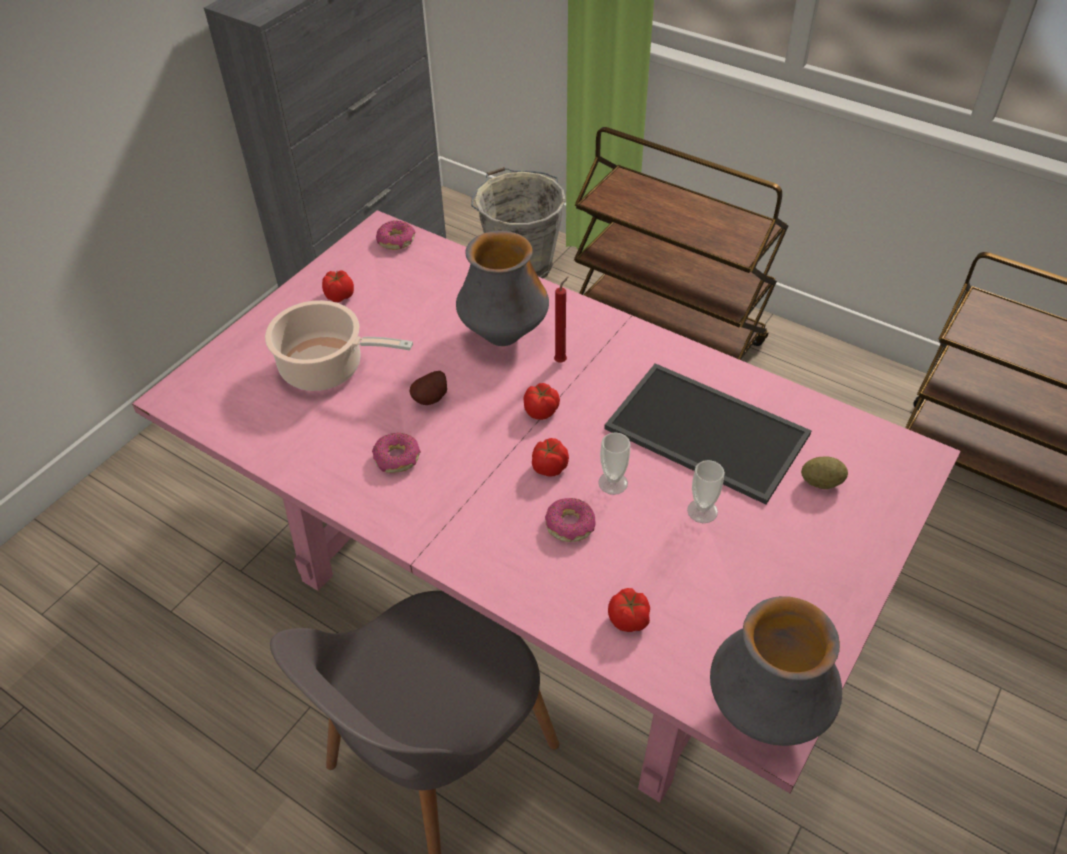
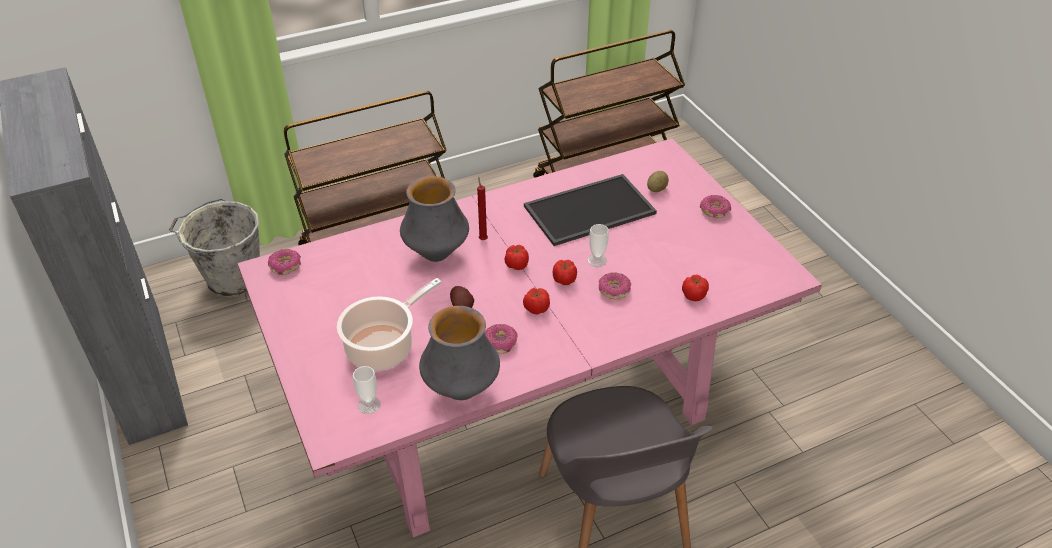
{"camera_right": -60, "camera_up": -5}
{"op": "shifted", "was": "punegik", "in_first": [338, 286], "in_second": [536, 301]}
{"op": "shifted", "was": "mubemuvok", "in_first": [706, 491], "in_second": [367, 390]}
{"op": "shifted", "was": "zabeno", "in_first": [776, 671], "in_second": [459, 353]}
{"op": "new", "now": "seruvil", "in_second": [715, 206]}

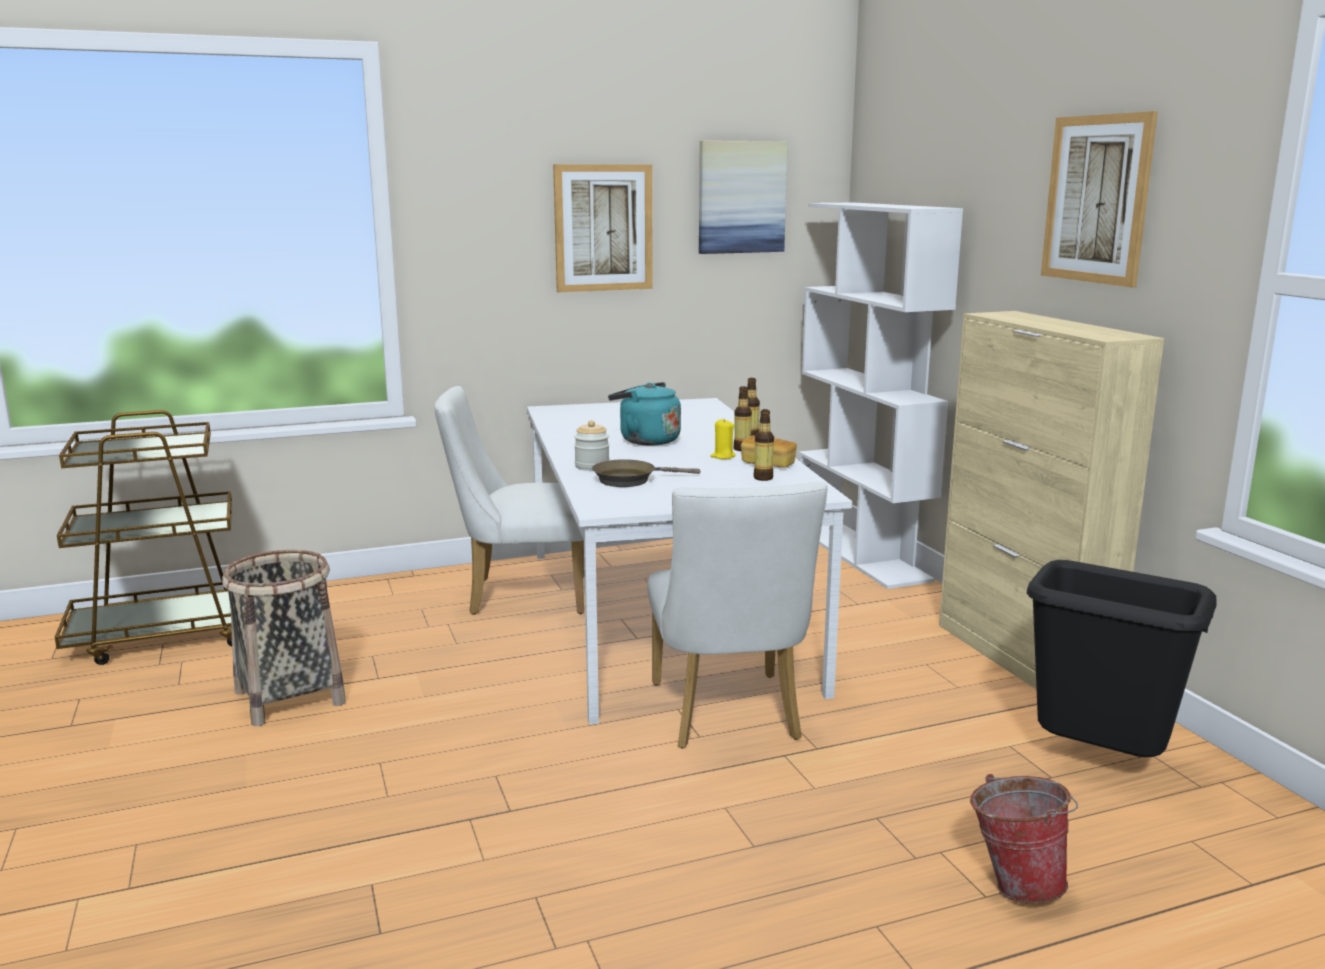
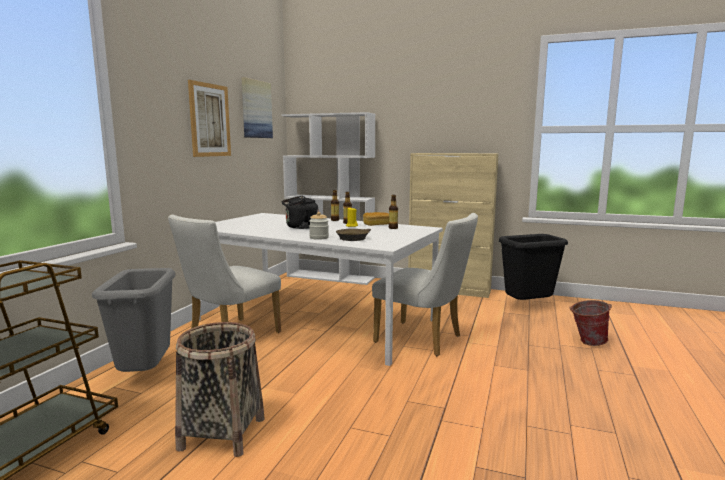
{"camera_right": -50, "camera_up": -5}
{"op": "repainted", "was": "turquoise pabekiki", "now": "black pabekiki", "in_first": [644, 413], "in_second": [299, 212]}
{"op": "gone", "was": "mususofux", "in_first": [1099, 199]}
{"op": "new", "now": "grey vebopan", "in_second": [134, 320]}

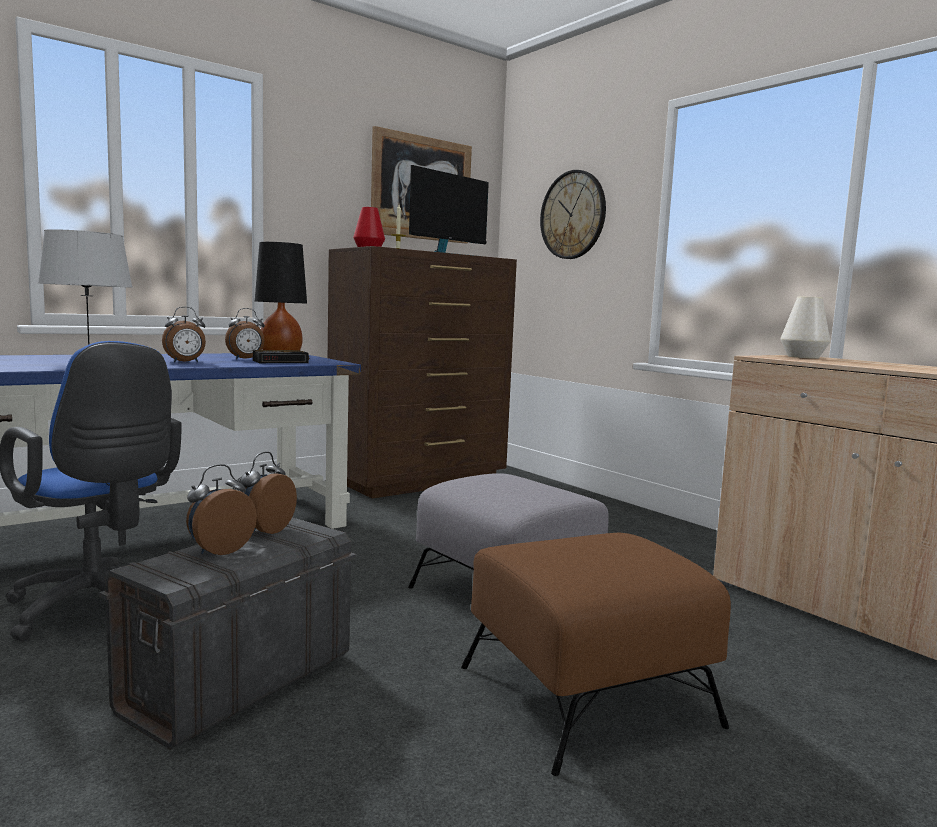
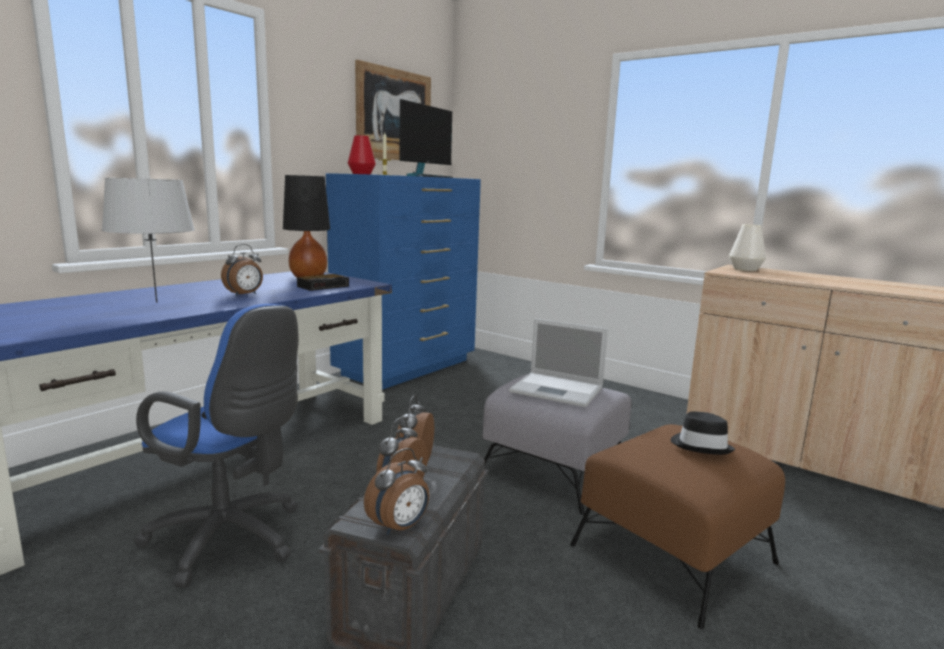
{"camera_right": -15, "camera_up": 5}
{"op": "shifted", "was": "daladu", "in_first": [245, 333], "in_second": [396, 491]}
{"op": "repainted", "was": "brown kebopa", "now": "blue kebopa", "in_first": [422, 372], "in_second": [403, 281]}
{"op": "gone", "was": "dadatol", "in_first": [573, 214]}
{"op": "new", "now": "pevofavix", "in_second": [558, 363]}
{"op": "new", "now": "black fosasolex", "in_second": [703, 433]}

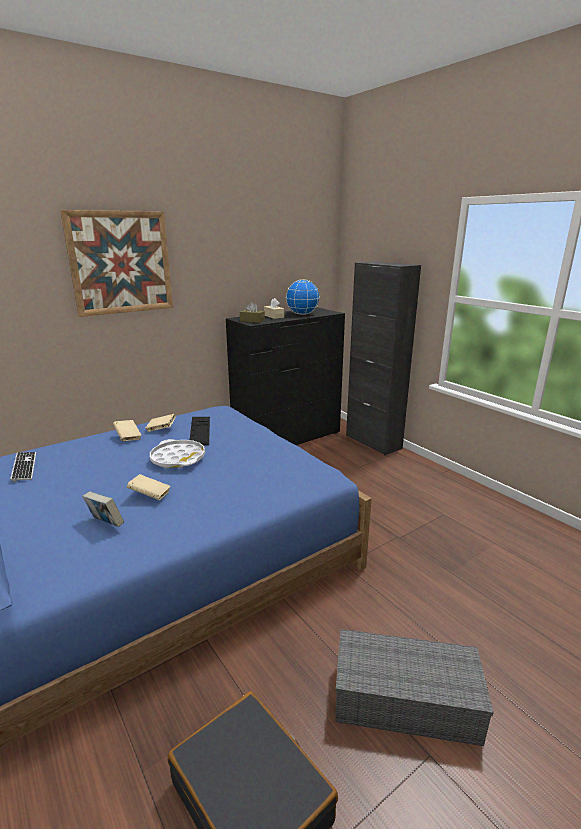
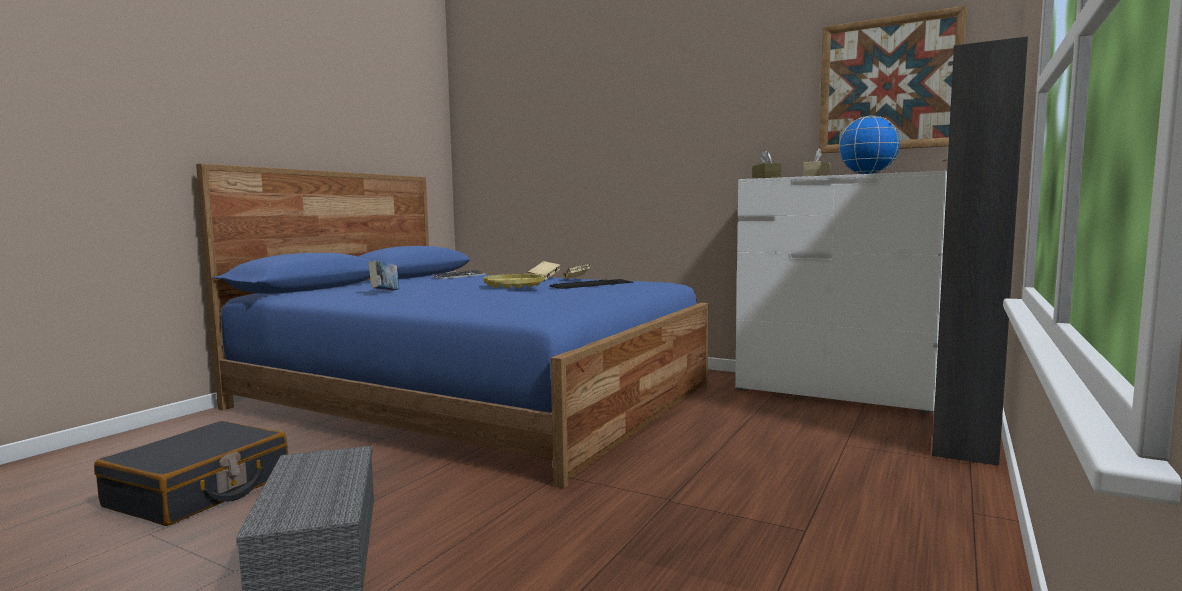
{"camera_right": 65, "camera_up": -15}
{"op": "shifted", "was": "mususofux", "in_first": [116, 263], "in_second": [893, 79]}
{"op": "gone", "was": "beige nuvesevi", "in_first": [149, 487]}
{"op": "repainted", "was": "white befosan", "now": "yellow befosan", "in_first": [177, 453], "in_second": [513, 281]}
{"op": "repainted", "was": "black kebopa", "now": "white kebopa", "in_first": [285, 376], "in_second": [841, 292]}

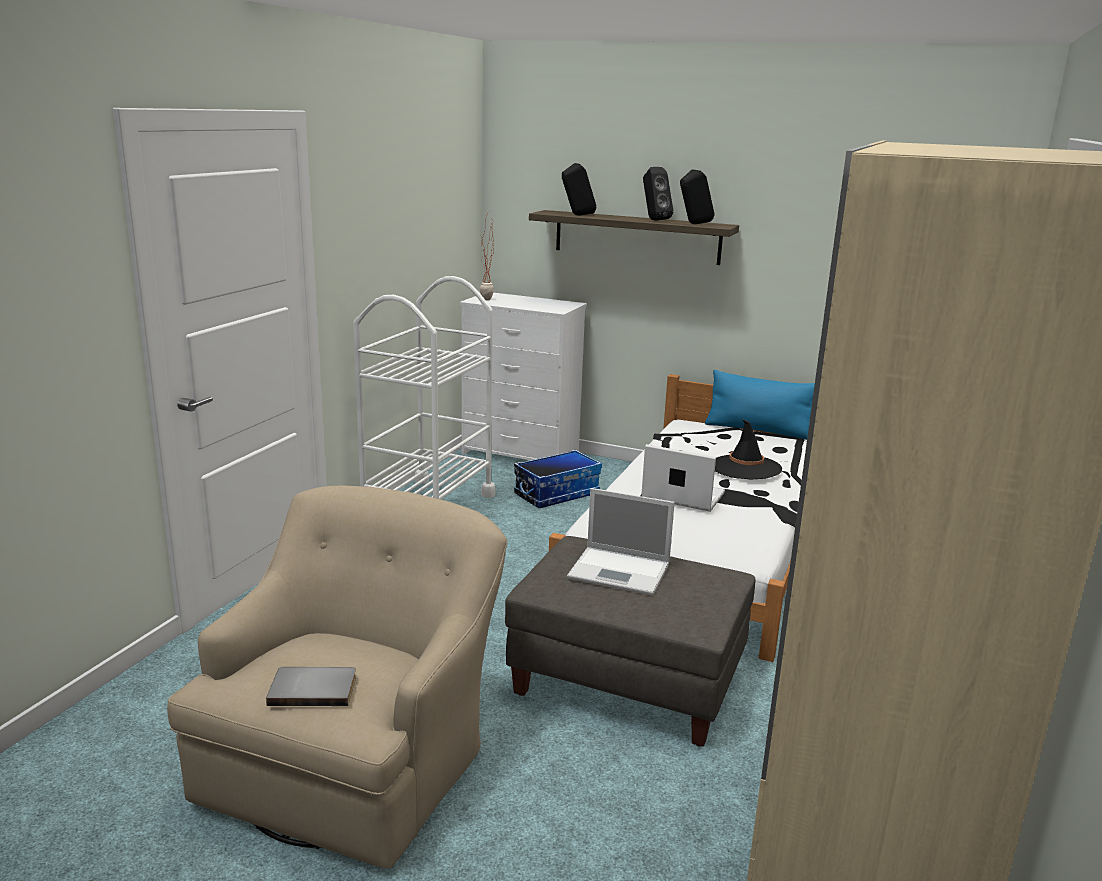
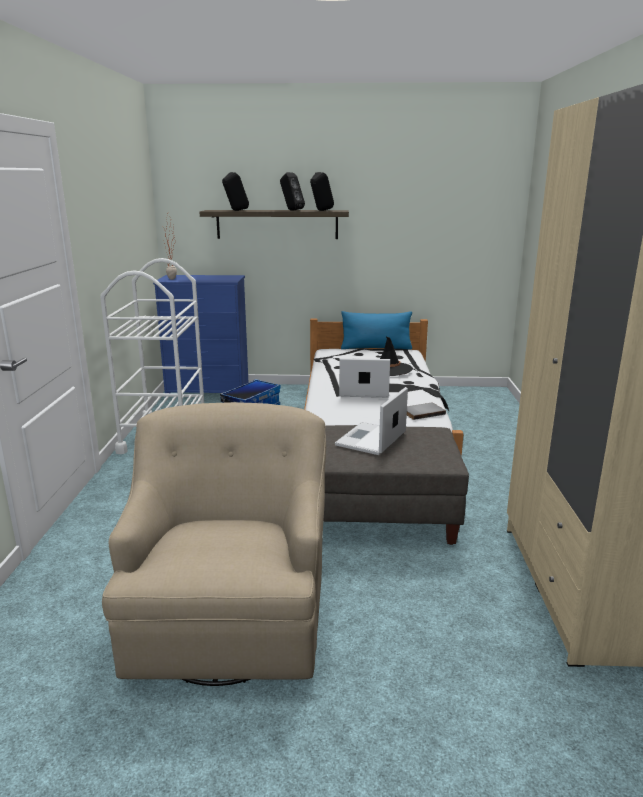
{"camera_right": -20, "camera_up": 0}
{"op": "shifted", "was": "grey nuvesevi", "in_first": [311, 686], "in_second": [426, 411]}
{"op": "repainted", "was": "white kebopa", "now": "blue kebopa", "in_first": [523, 376], "in_second": [201, 334]}
{"op": "rotated", "was": "pevofavix", "in_first": [621, 542], "in_second": [371, 421], "clockwise": 120}

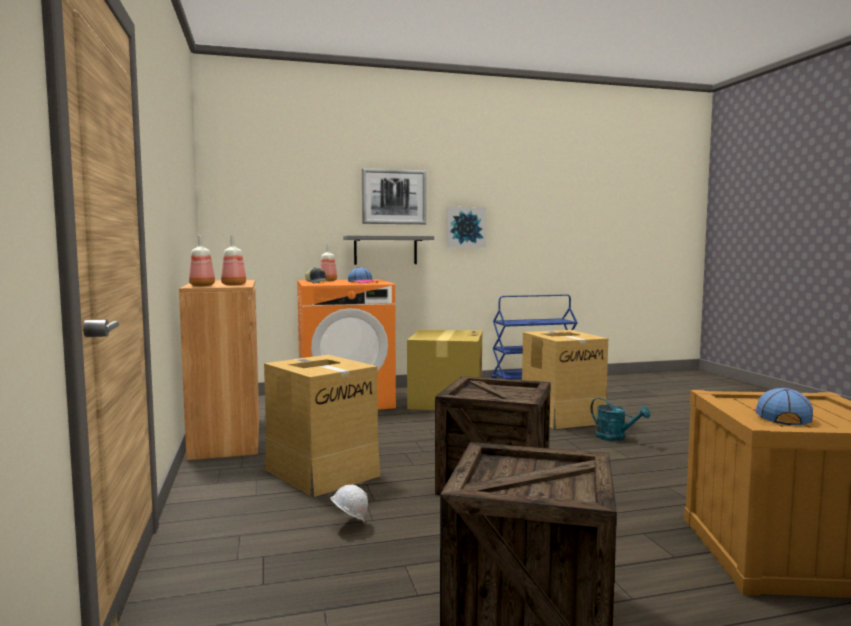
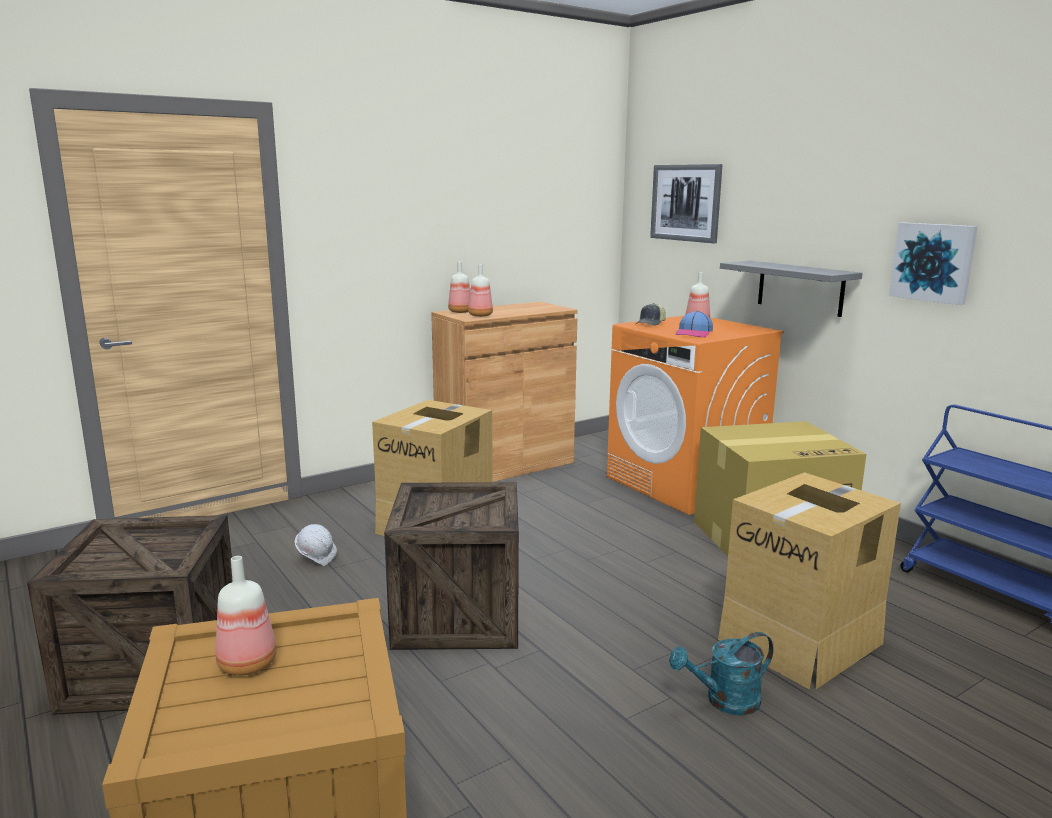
{"camera_right": 70, "camera_up": 10}
{"op": "shifted", "was": "mususofux", "in_first": [394, 196], "in_second": [686, 203]}
{"op": "rotated", "was": "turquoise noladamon", "in_first": [620, 419], "in_second": [721, 673], "clockwise": 45}
{"op": "swapped", "was": "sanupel", "now": "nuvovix", "in_first": [783, 406], "in_second": [246, 616]}

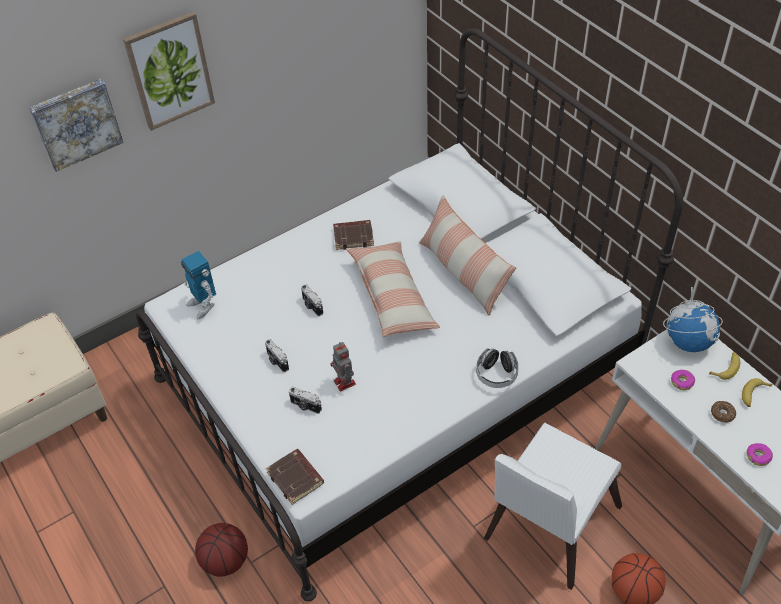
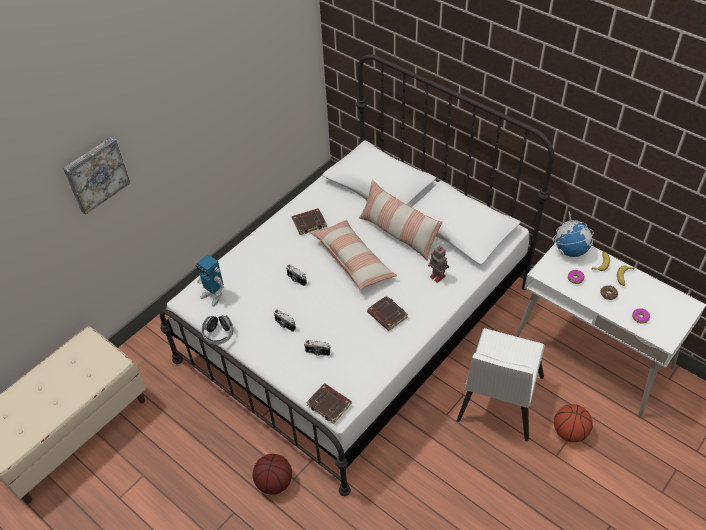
{"camera_right": -15, "camera_up": 0}
{"op": "gone", "was": "mususofux", "in_first": [169, 71]}
{"op": "shifted", "was": "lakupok", "in_first": [343, 366], "in_second": [438, 264]}
{"op": "shifted", "was": "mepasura", "in_first": [497, 368], "in_second": [218, 330]}
{"op": "new", "now": "brown nuvesevi", "in_second": [387, 313]}

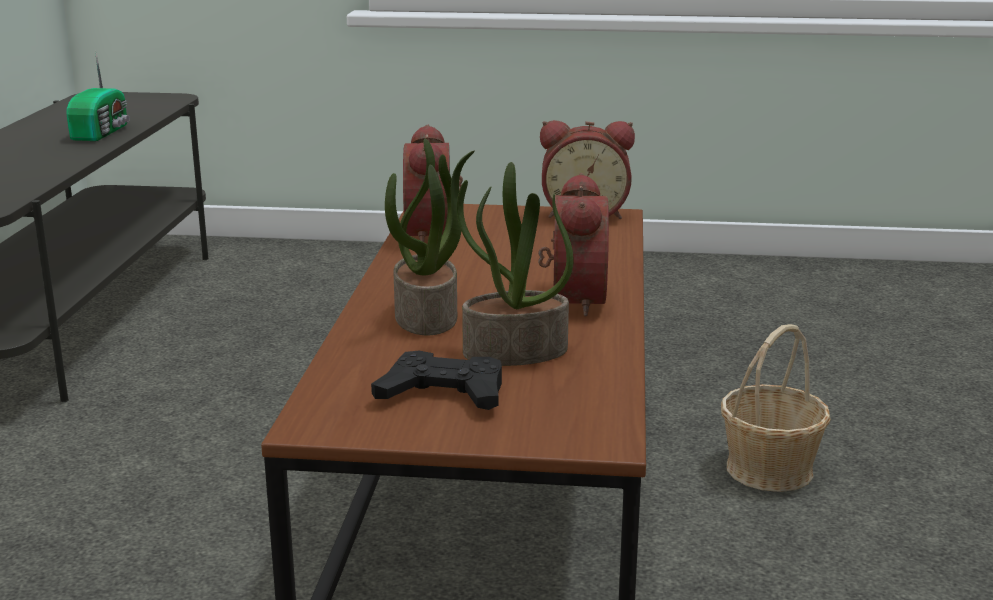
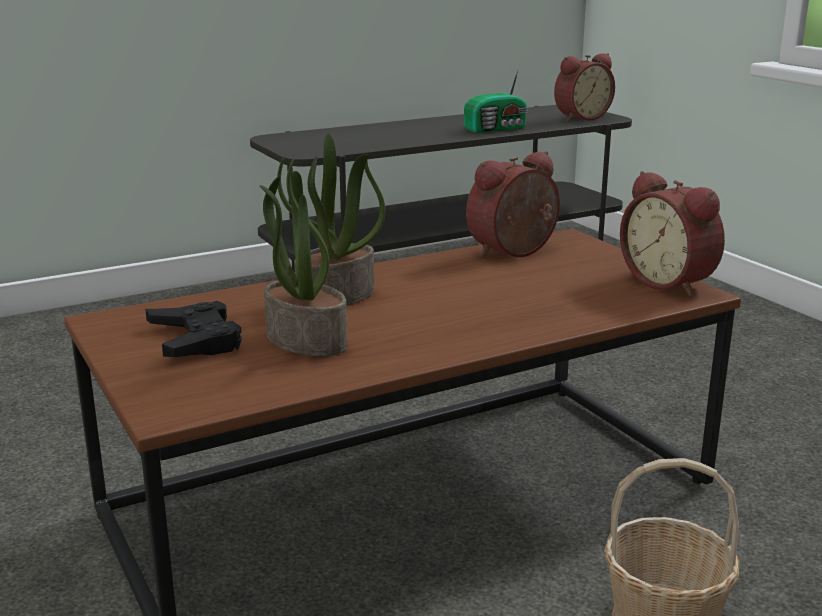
{"camera_right": 55, "camera_up": 0}
{"op": "shifted", "was": "daladu", "in_first": [573, 245], "in_second": [584, 87]}

